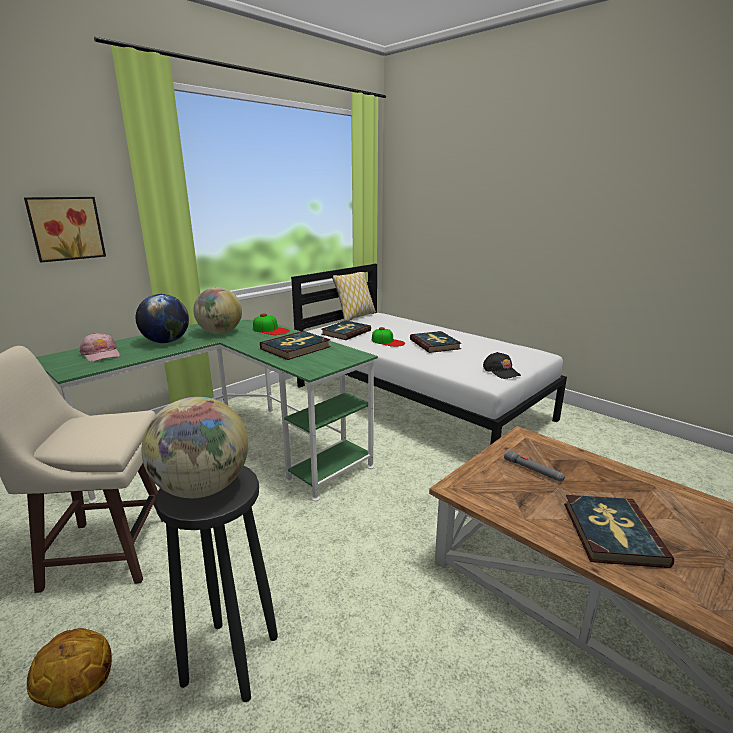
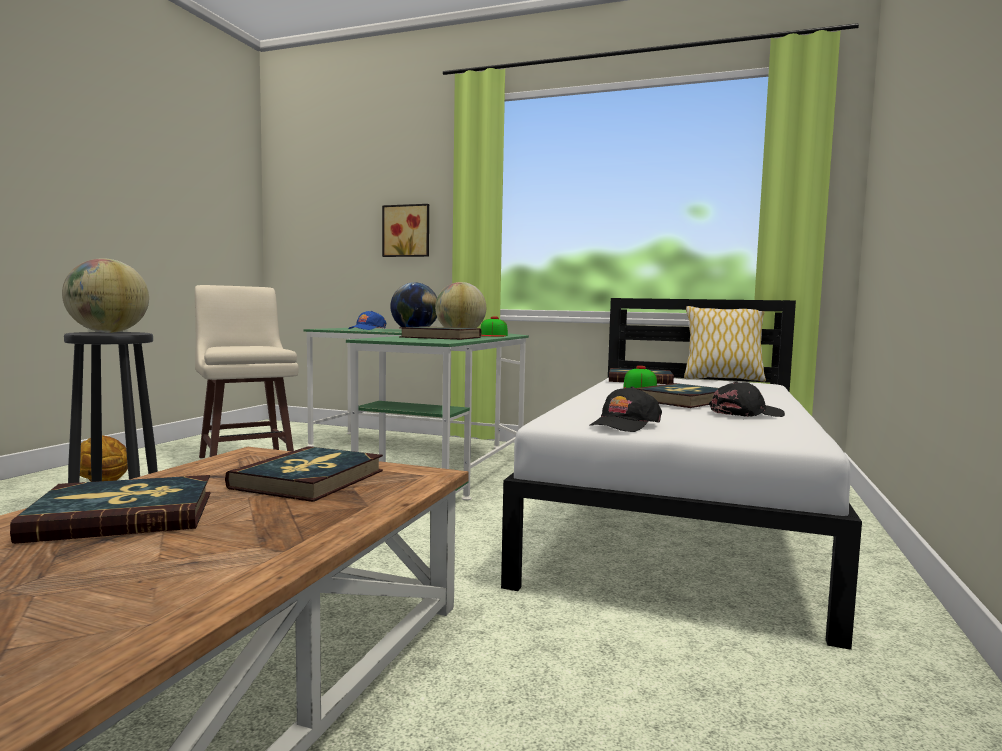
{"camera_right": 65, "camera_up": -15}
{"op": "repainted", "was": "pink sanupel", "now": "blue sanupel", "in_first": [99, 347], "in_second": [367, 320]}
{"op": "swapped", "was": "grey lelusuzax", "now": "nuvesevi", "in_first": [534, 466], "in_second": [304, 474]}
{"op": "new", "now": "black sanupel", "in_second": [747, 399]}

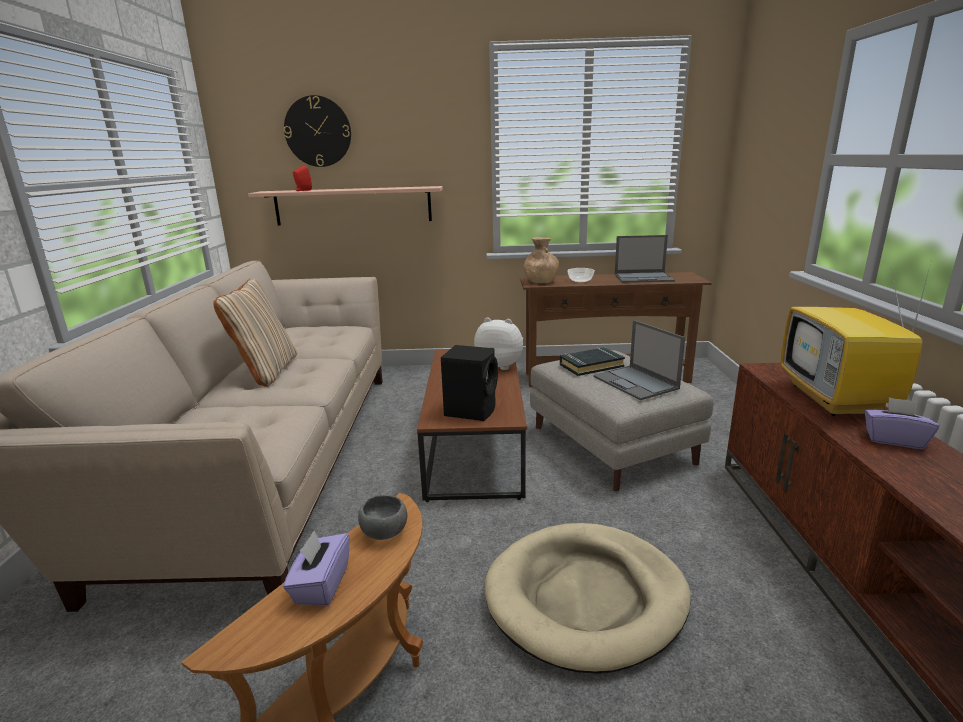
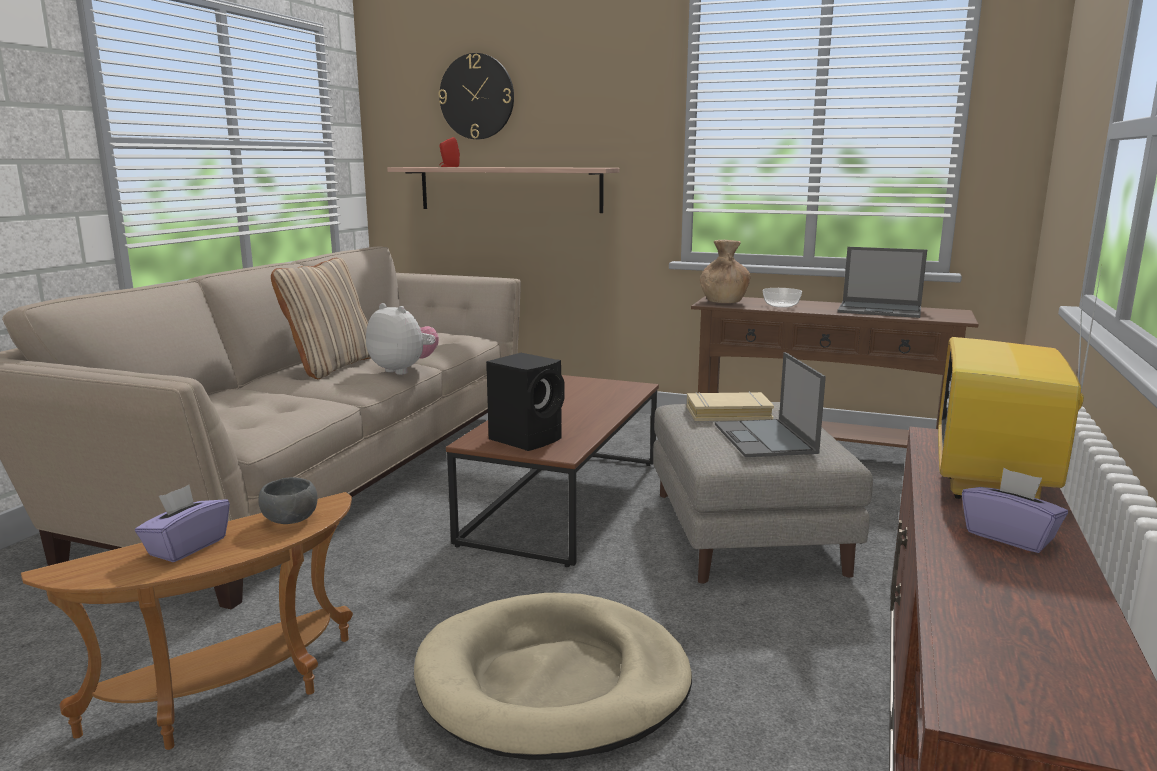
{"camera_right": 20, "camera_up": -5}
{"op": "shifted", "was": "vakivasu", "in_first": [498, 343], "in_second": [402, 339]}
{"op": "repainted", "was": "black nuvesevi", "now": "beige nuvesevi", "in_first": [592, 361], "in_second": [730, 406]}

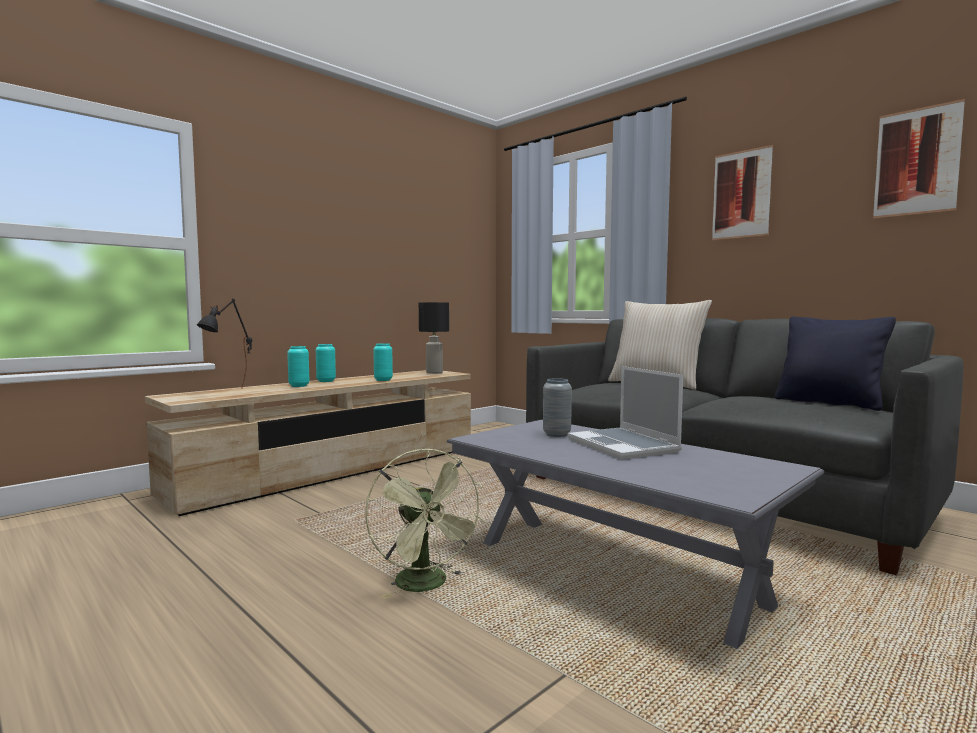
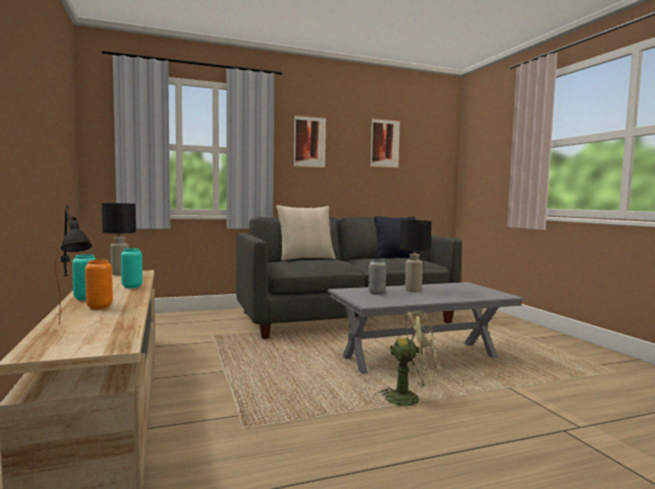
{"camera_right": -65, "camera_up": 0}
{"op": "repainted", "was": "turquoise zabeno", "now": "orange zabeno", "in_first": [298, 366], "in_second": [99, 284]}
{"op": "swapped", "was": "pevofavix", "now": "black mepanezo", "in_first": [625, 412], "in_second": [416, 256]}

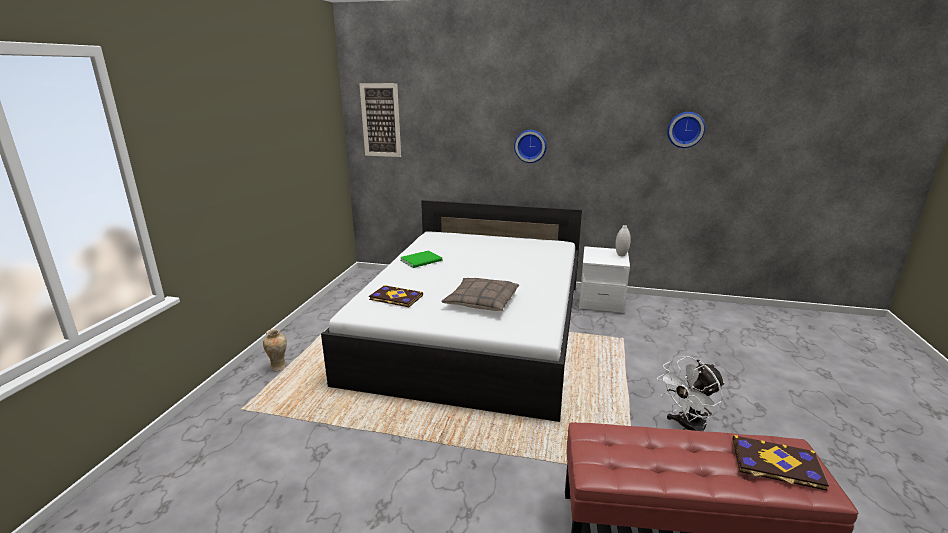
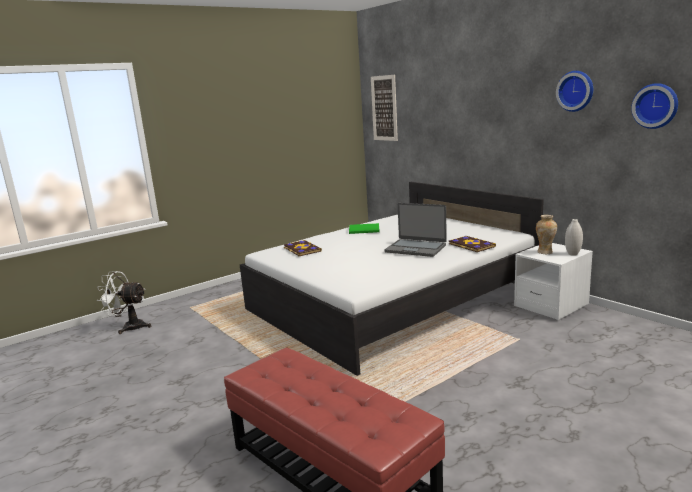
{"camera_right": 40, "camera_up": -5}
{"op": "shifted", "was": "zabeno", "in_first": [275, 350], "in_second": [546, 234]}
{"op": "gone", "was": "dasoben", "in_first": [480, 294]}
{"op": "shifted", "was": "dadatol", "in_first": [530, 146], "in_second": [574, 91]}
{"op": "shifted", "was": "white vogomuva", "in_first": [691, 393], "in_second": [124, 302]}
{"op": "shifted", "was": "nuvesevi", "in_first": [780, 463], "in_second": [472, 244]}
{"op": "new", "now": "pevofavix", "in_second": [415, 230]}

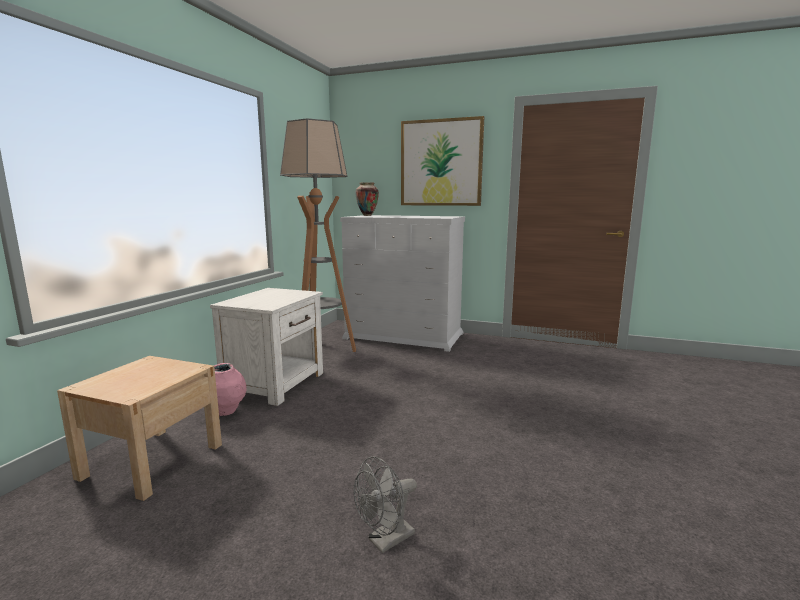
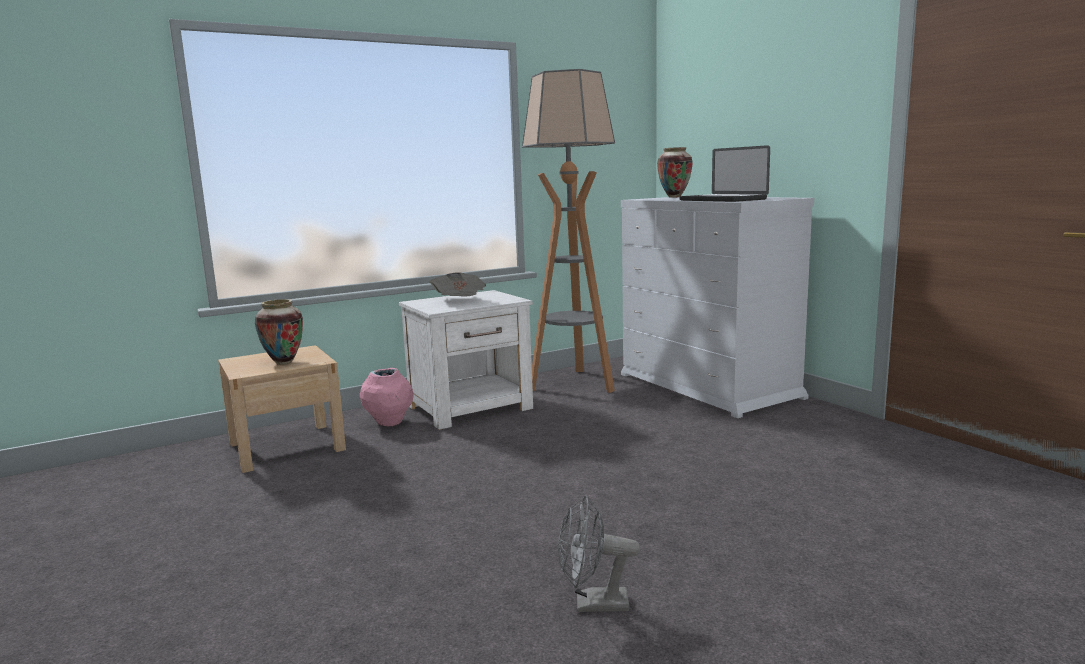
{"camera_right": 40, "camera_up": 0}
{"op": "shifted", "was": "grey vogomuva", "in_first": [385, 504], "in_second": [599, 553]}
{"op": "gone", "was": "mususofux", "in_first": [442, 161]}
{"op": "new", "now": "zabeno", "in_second": [279, 332]}
{"op": "new", "now": "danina", "in_second": [457, 284]}
{"op": "new", "now": "pevofavix", "in_second": [725, 173]}

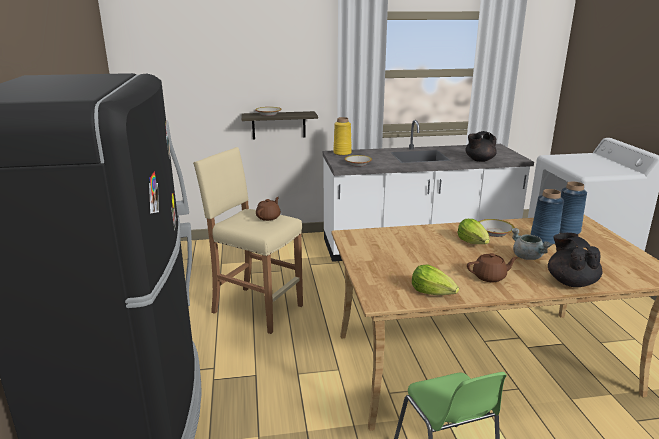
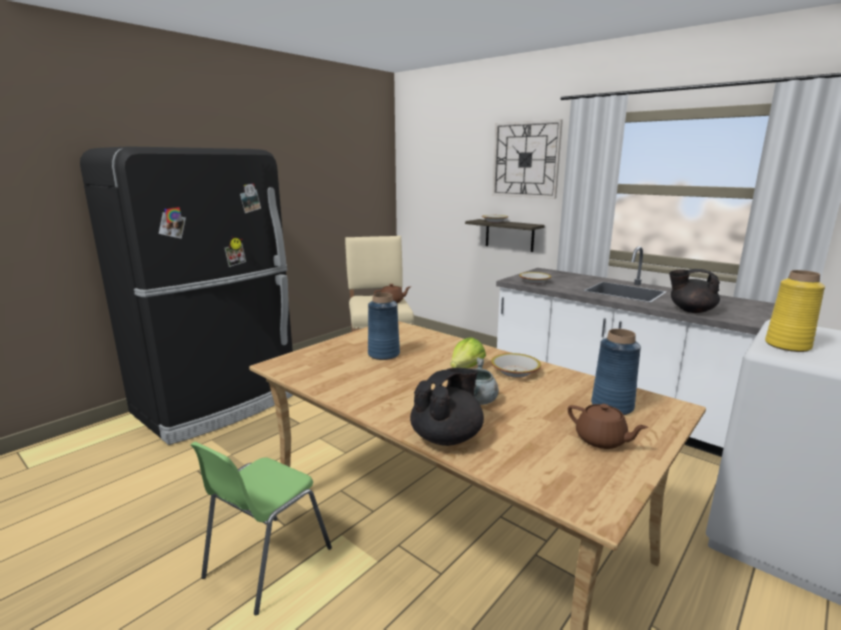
{"camera_right": 50, "camera_up": -5}
{"op": "shifted", "was": "yellow zabeno", "in_first": [342, 136], "in_second": [795, 311]}
{"op": "gone", "was": "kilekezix", "in_first": [435, 279]}
{"op": "shifted", "was": "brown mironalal", "in_first": [492, 267], "in_second": [608, 426]}
{"op": "shifted", "was": "blue zabeno", "in_first": [547, 217], "in_second": [384, 326]}
{"op": "new", "now": "dadatol", "in_second": [527, 159]}

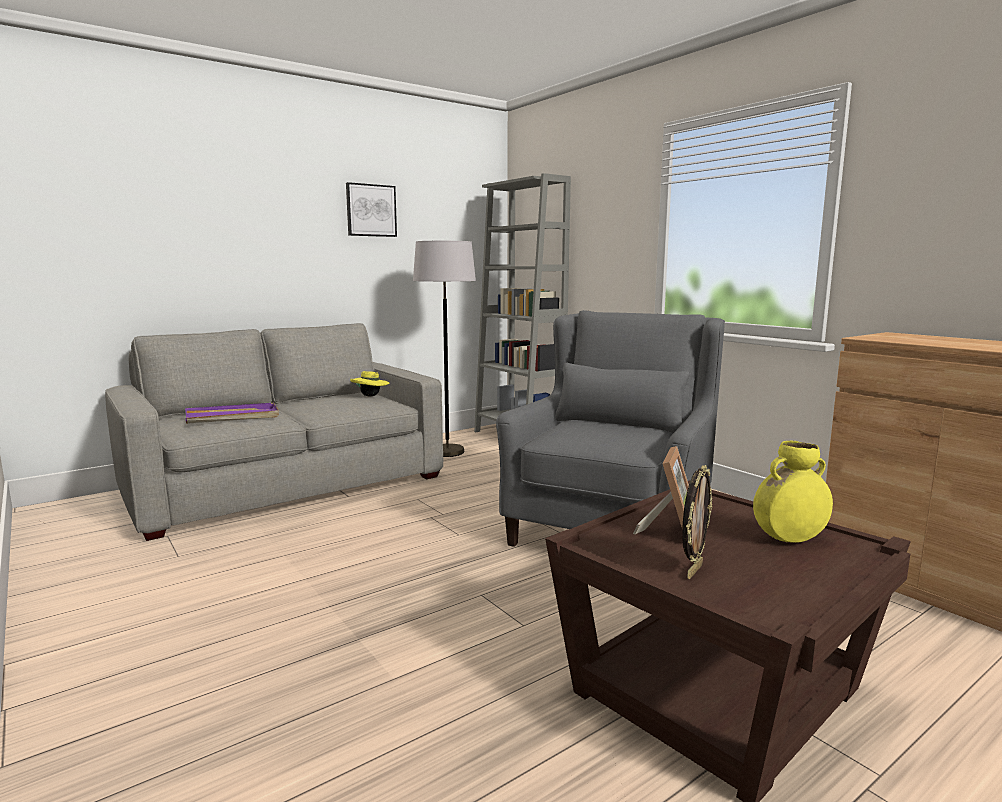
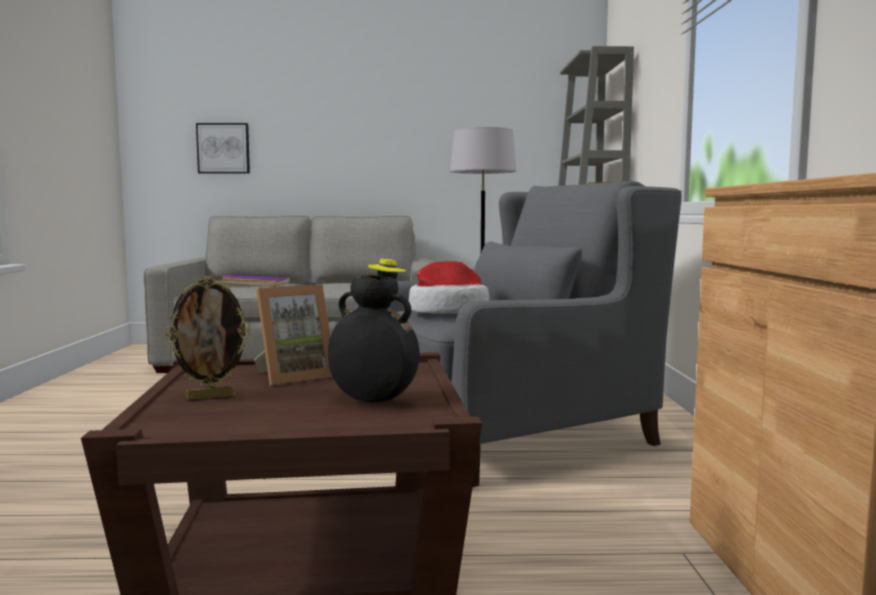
{"camera_right": 35, "camera_up": -5}
{"op": "shifted", "was": "mususofux", "in_first": [371, 209], "in_second": [223, 148]}
{"op": "repainted", "was": "yellow zabeno", "now": "black zabeno", "in_first": [793, 492], "in_second": [374, 338]}
{"op": "new", "now": "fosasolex", "in_second": [449, 287]}

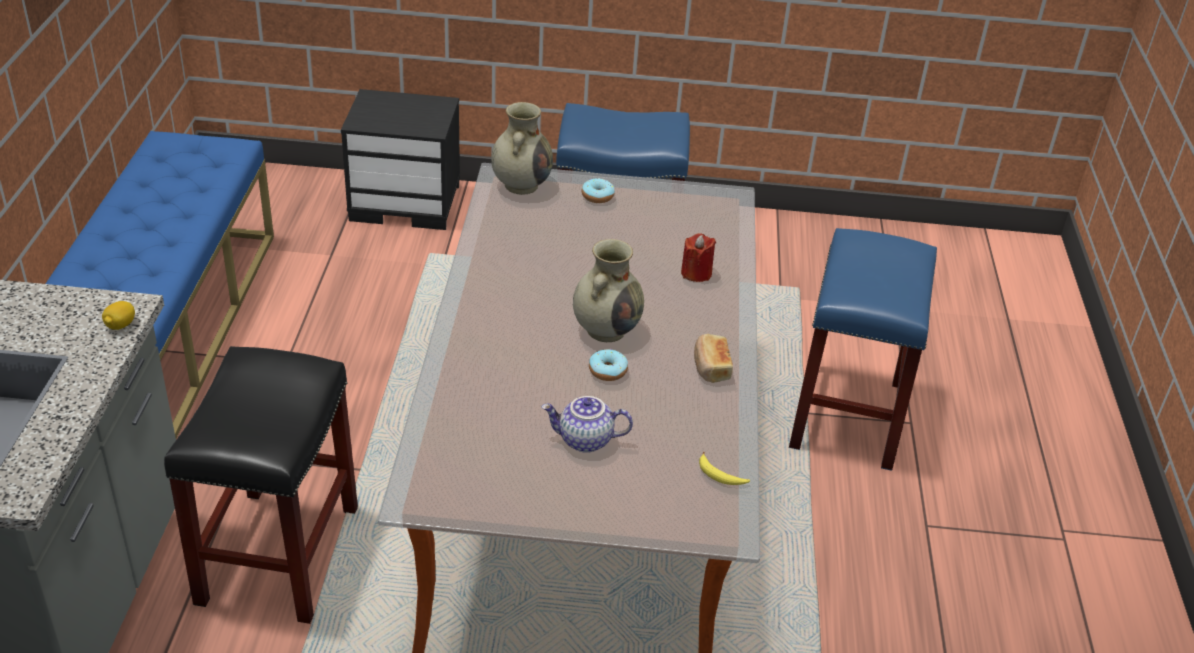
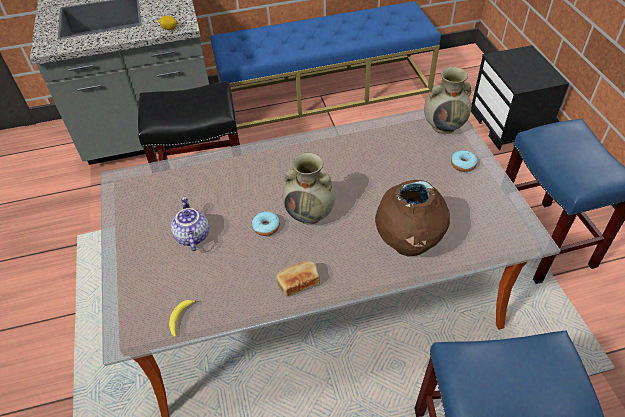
{"camera_right": 75, "camera_up": 10}
{"op": "swapped", "was": "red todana", "now": "brown zabeno", "in_first": [698, 257], "in_second": [412, 218]}

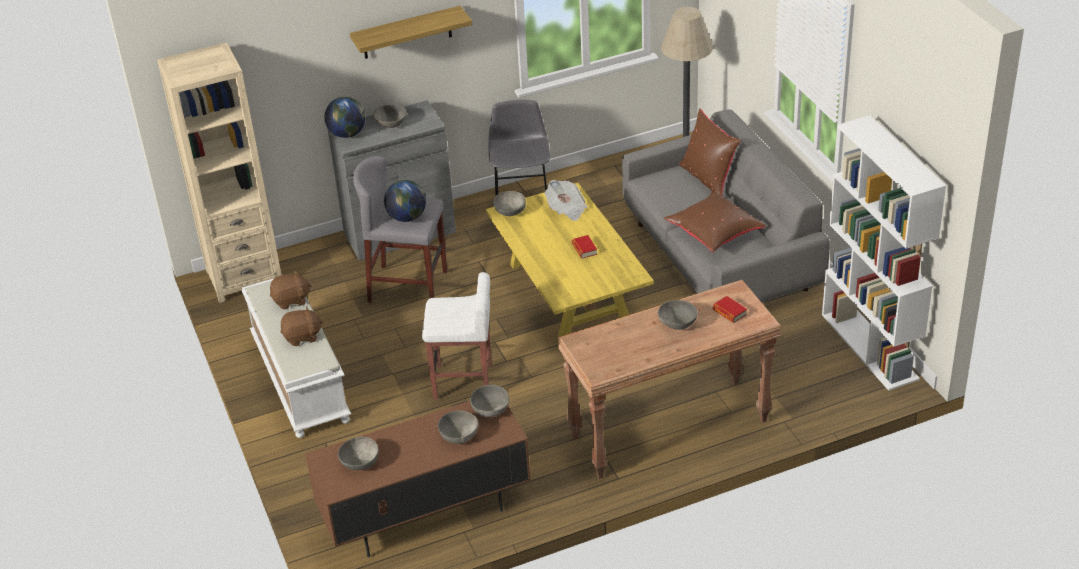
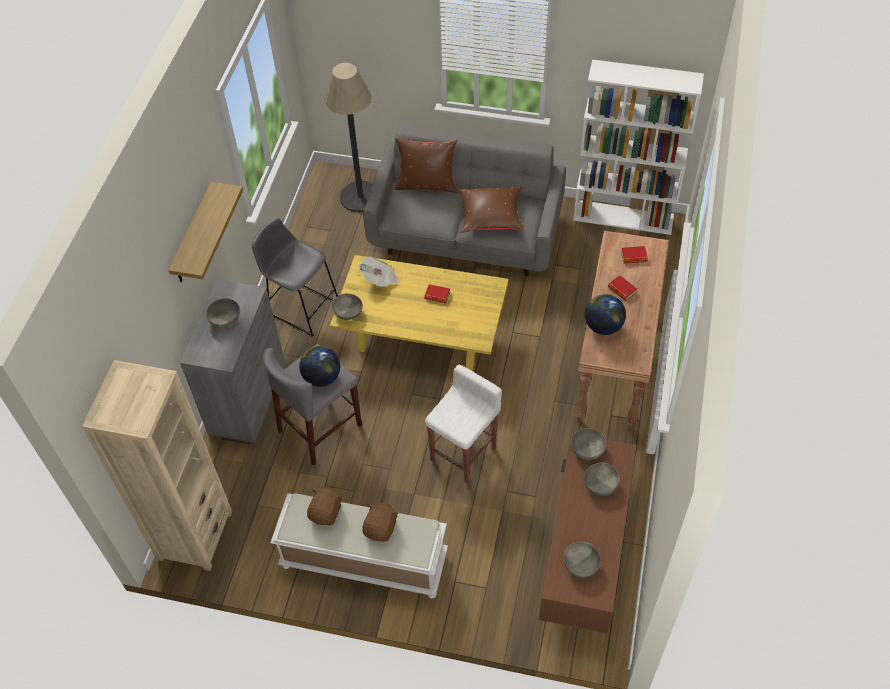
{"camera_right": -55, "camera_up": 15}
{"op": "shifted", "was": "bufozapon", "in_first": [345, 117], "in_second": [605, 314]}
{"op": "swapped", "was": "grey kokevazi", "now": "nuvesevi", "in_first": [677, 315], "in_second": [622, 288]}

